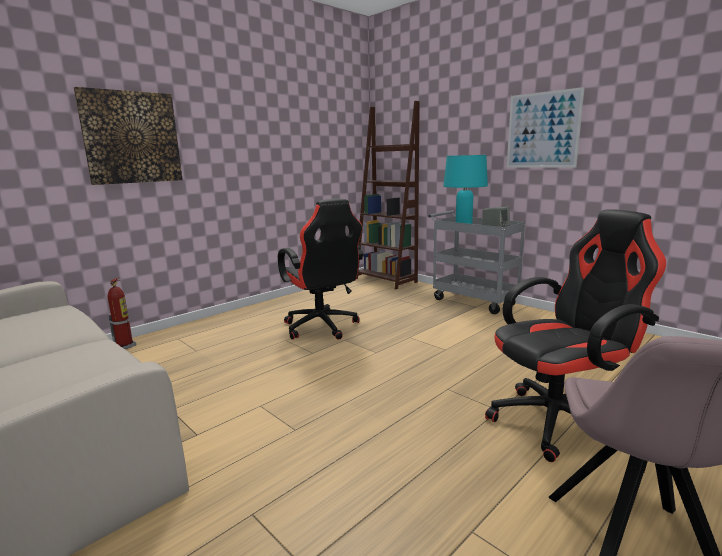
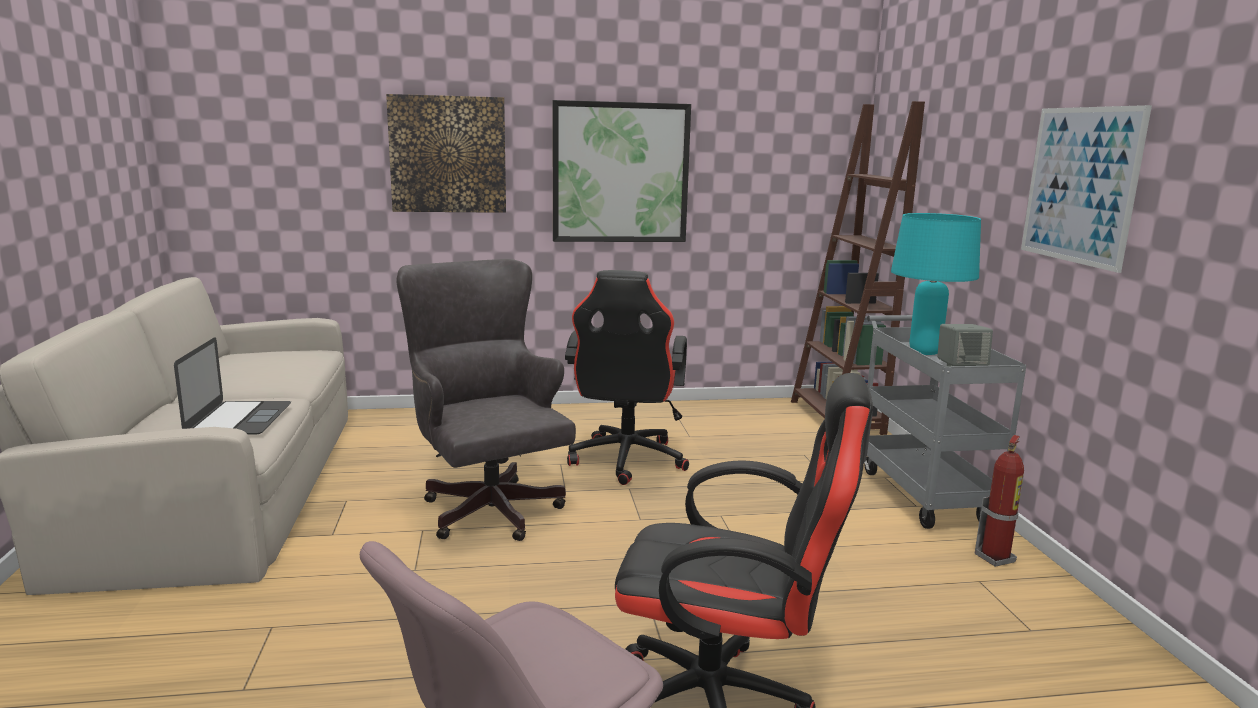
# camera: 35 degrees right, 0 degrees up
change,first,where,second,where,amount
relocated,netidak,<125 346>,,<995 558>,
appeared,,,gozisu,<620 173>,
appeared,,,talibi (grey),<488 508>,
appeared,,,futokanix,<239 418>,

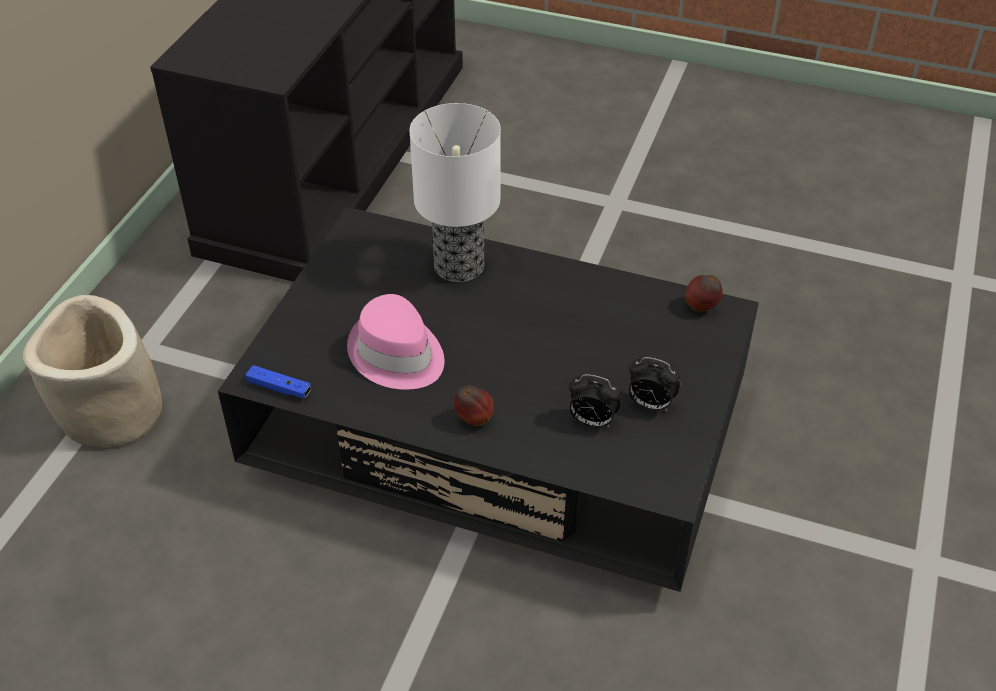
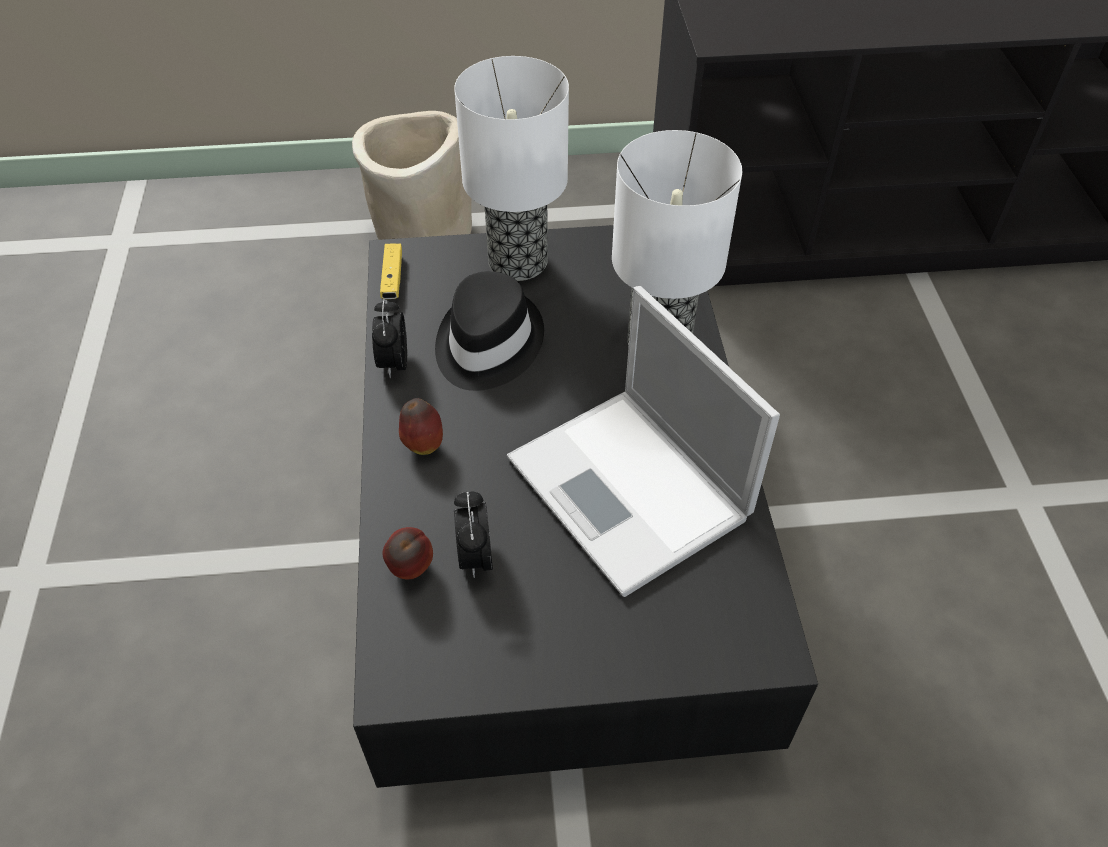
# camera: 65 degrees right, 5 degrees up
change,first,where,second,where,amount
relocated,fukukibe,<701 308>,,<410 569>,
colour,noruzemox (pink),<396 355>,noruzemox (black),<486 344>,
relocated,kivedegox,<650 405>,,<393 363>,
colour,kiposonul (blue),<279 388>,kiposonul (yellow),<392 278>,
appeared,,,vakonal,<517 263>,
appeared,,,futokanix,<631 490>,

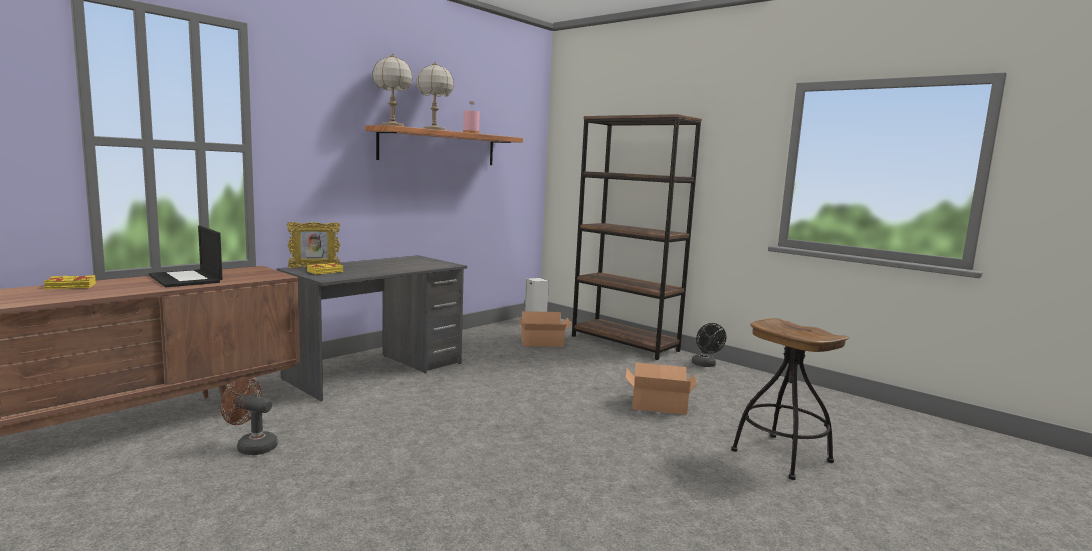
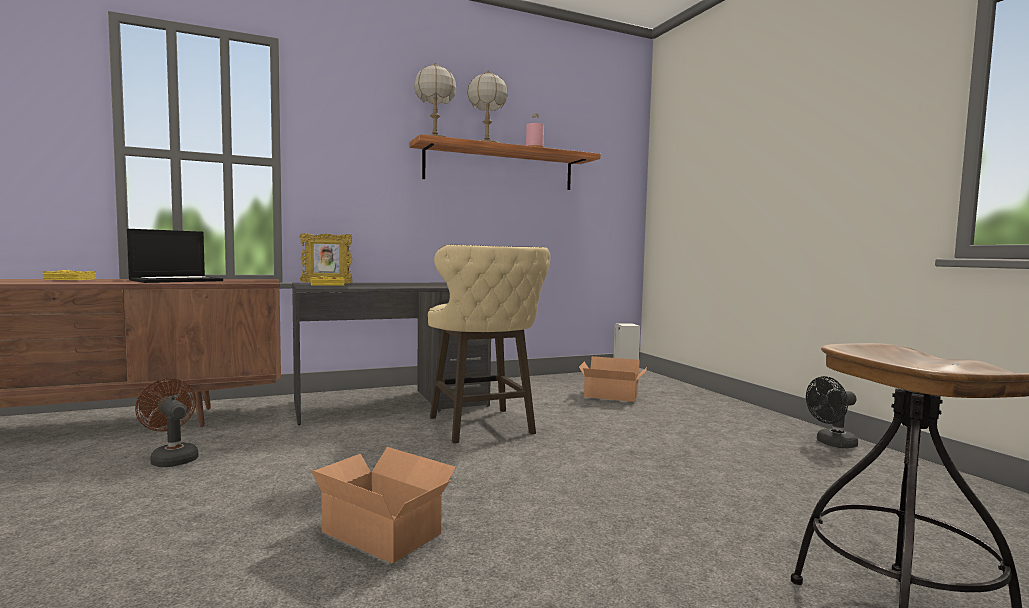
# camera: 25 degrees right, 5 degrees down
change,first,where,second,where,amount
missing,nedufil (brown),<624 343>,,,
spun,futokanix,<186 279>,,<177 280>,120 degrees counterclockwise
spun,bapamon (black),<705 365>,,<831 443>,60 degrees clockwise
relocated,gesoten,<657 404>,,<383 530>,
appeared,,,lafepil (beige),<482 427>,

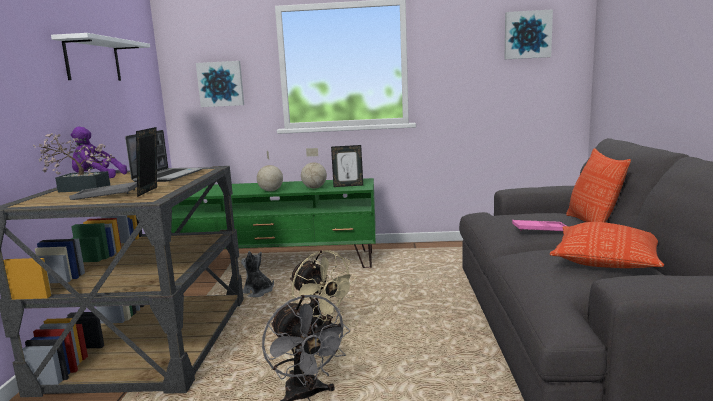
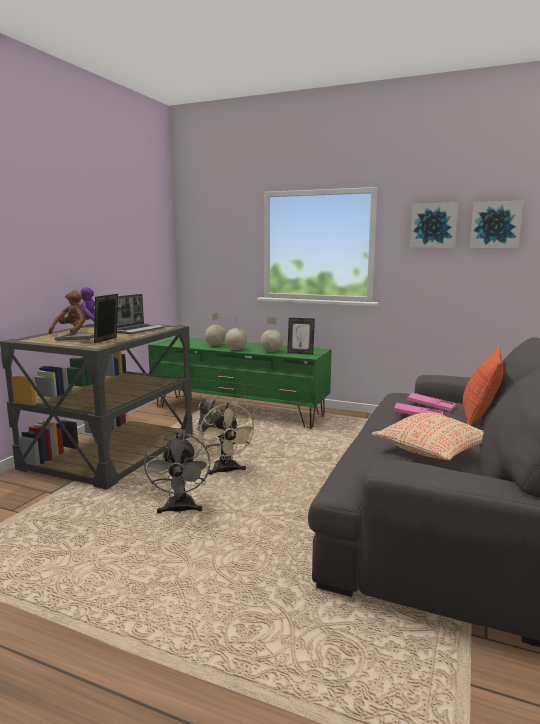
# camera: 20 degrees right, 0 degrees up
change,first,where,second,where,amount
missing,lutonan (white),<93 60>,,,
relocated,gozisu,<221 84>,,<433 225>,
exchanged,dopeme,<79 189>,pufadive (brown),<72 332>,
colour,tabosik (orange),<606 261>,tabosik (beige),<432 450>,
appeared,,,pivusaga,<216 345>,
appeared,,,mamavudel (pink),<430 405>,

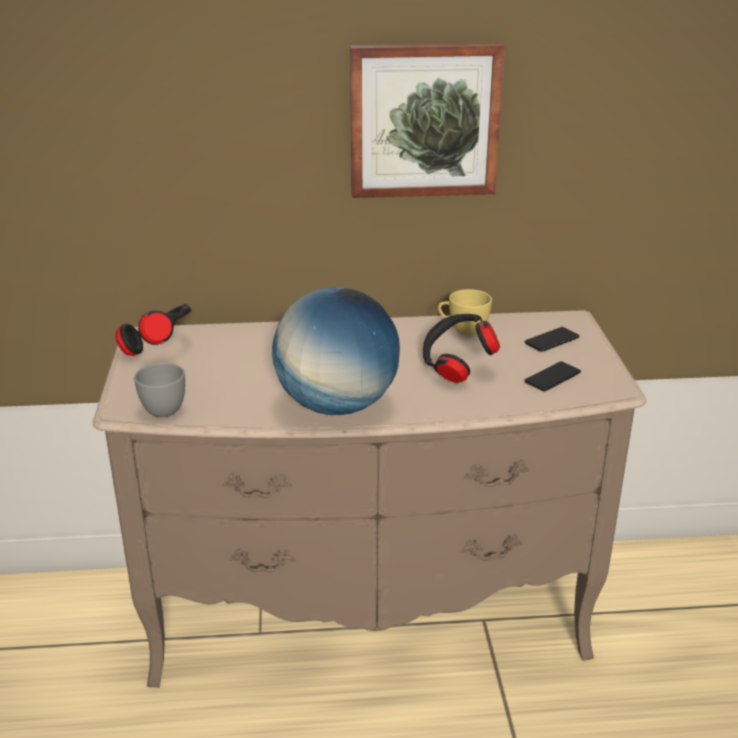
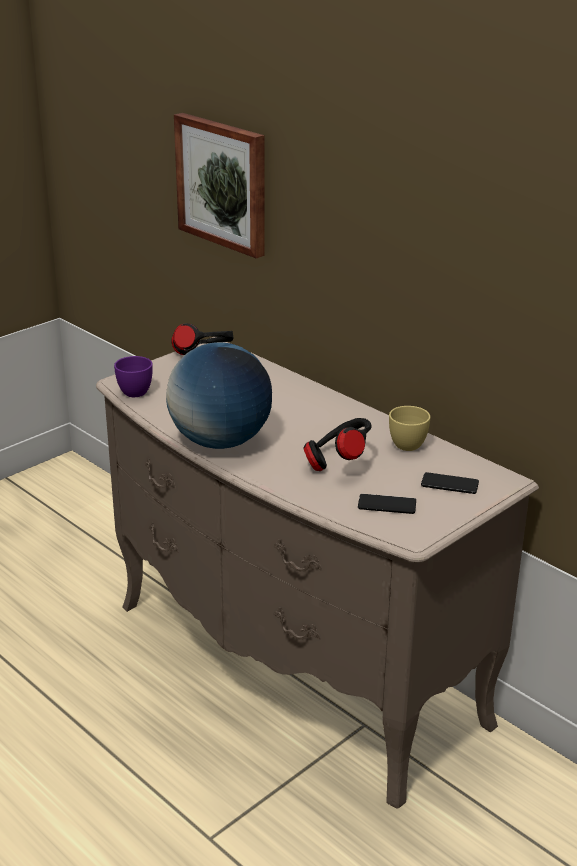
# camera: 50 degrees right, 0 degrees up
change,first,where,second,where,amount
relocated,gozisu,<424 120>,,<223 183>,
colour,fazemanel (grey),<159 408>,fazemanel (purple),<135 390>,

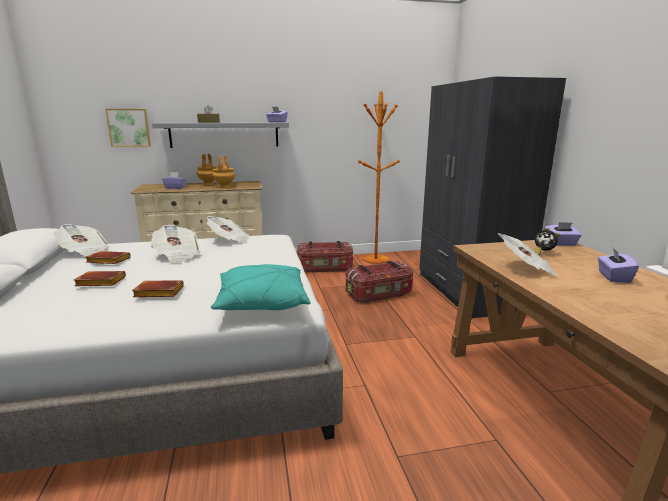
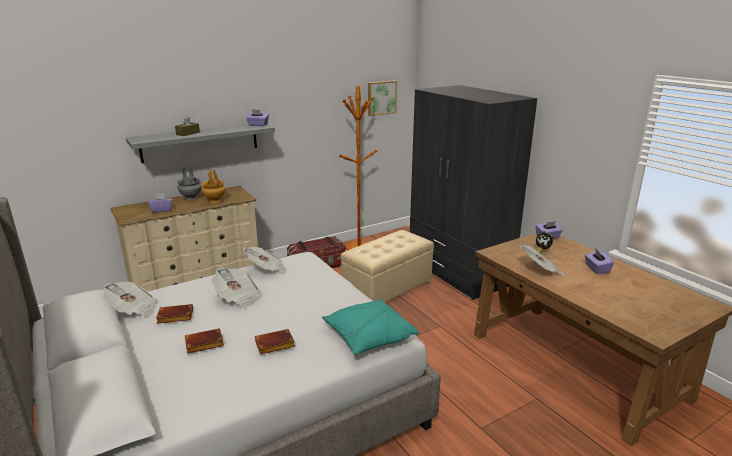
# camera: 20 degrees left, 5 degrees up
change,first,where,second,where,amount
relocated,gozisu,<129 127>,,<381 97>,
colour,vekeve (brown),<209 184>,vekeve (grey),<191 198>,
exchanged,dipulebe,<379 295>,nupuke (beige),<387 289>,

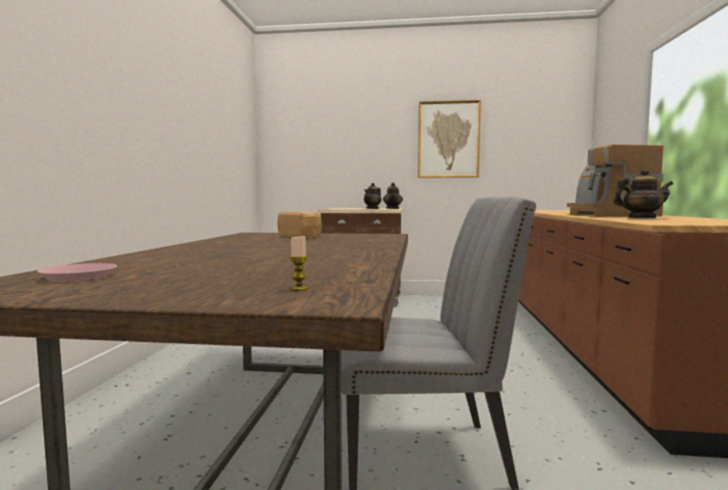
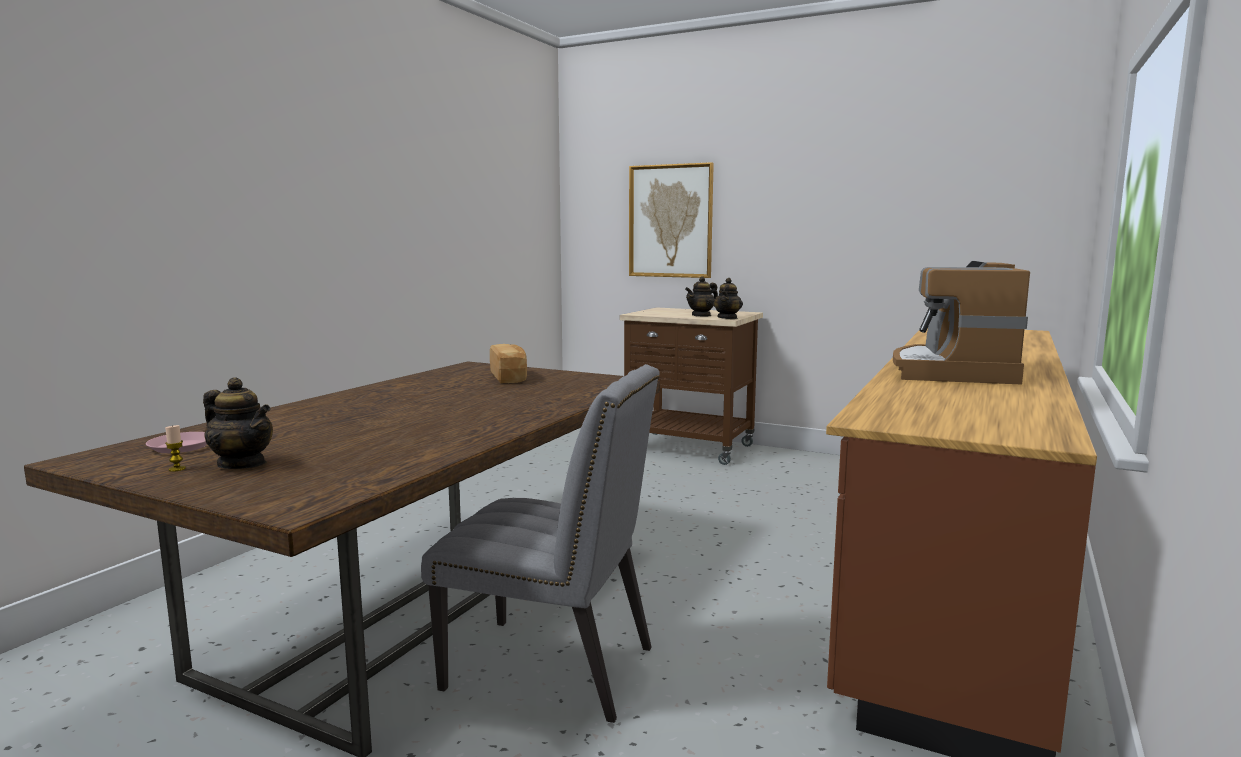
# camera: 20 degrees right, 5 degrees up
change,first,where,second,where,amount
relocated,gozisu,<448 139>,,<670 221>,
relocated,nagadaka,<641 218>,,<242 464>,
relocated,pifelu,<299 288>,,<177 469>,

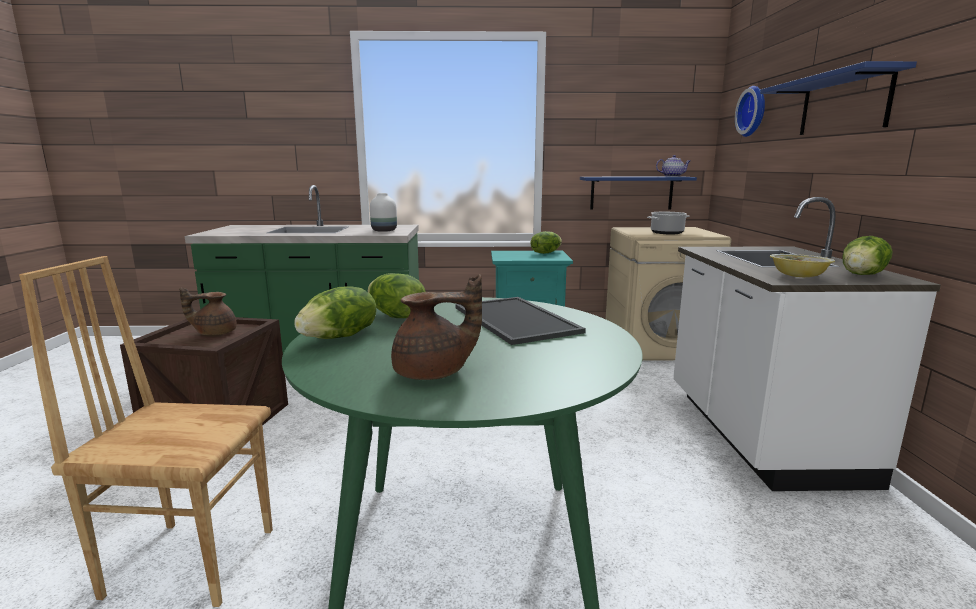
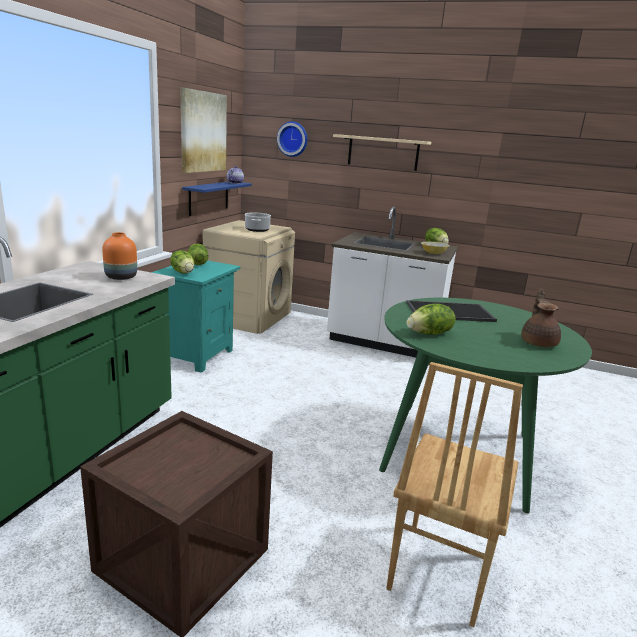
# camera: 70 degrees left, 5 degrees up
change,first,where,second,where,amount
colour,lutonan (blue),<843 104>,lutonan (beige),<383 152>,
colour,vekeve (white),<384 230>,vekeve (orange),<120 277>,
relocated,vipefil,<340 337>,,<183 272>,
missing,nagadaka (brown),<215 333>,,,
appeared,,,gozisu,<203 132>,

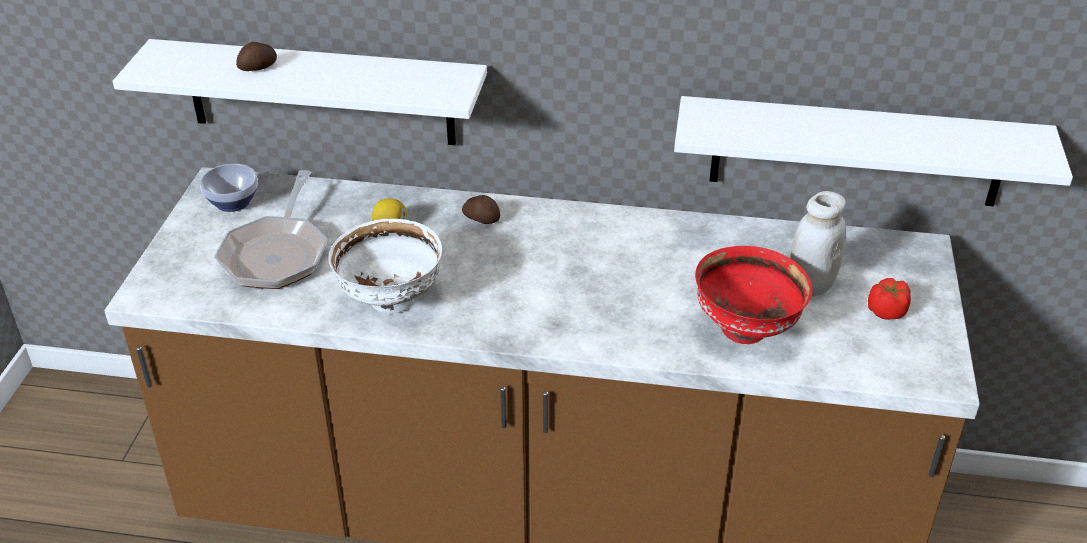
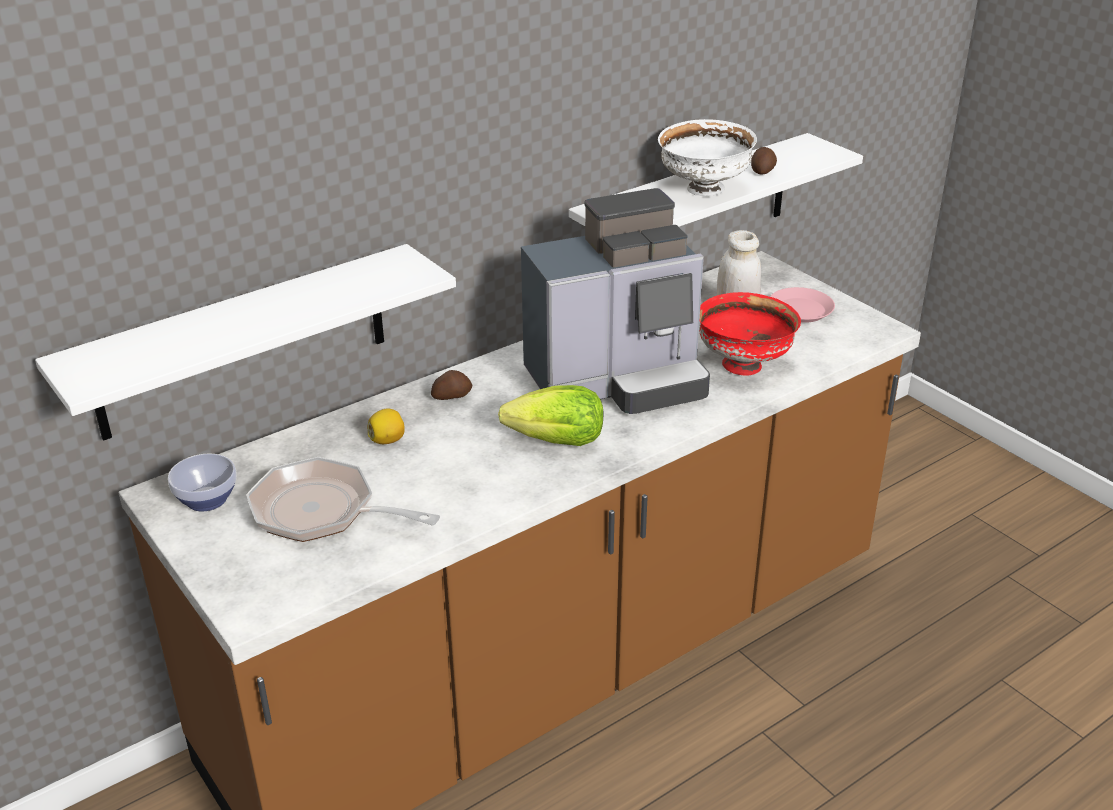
# camera: 45 degrees left, 5 degrees down
change,first,where,second,where,amount
relocated,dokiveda,<258 68>,,<763 171>,
spun,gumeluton,<277 254>,,<322 512>,150 degrees clockwise
relocated,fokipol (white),<390 301>,,<704 190>,
exchanged,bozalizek,<887 311>,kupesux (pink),<800 310>,
appeared,,,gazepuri,<618 381>,
appeared,,,vipefil,<558 441>,

